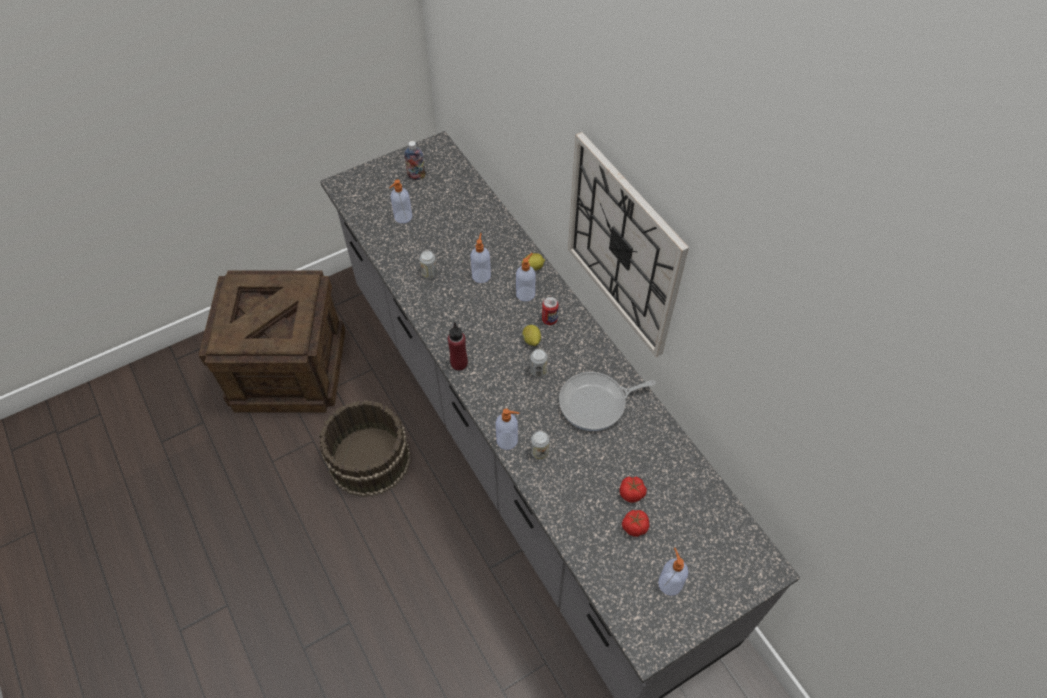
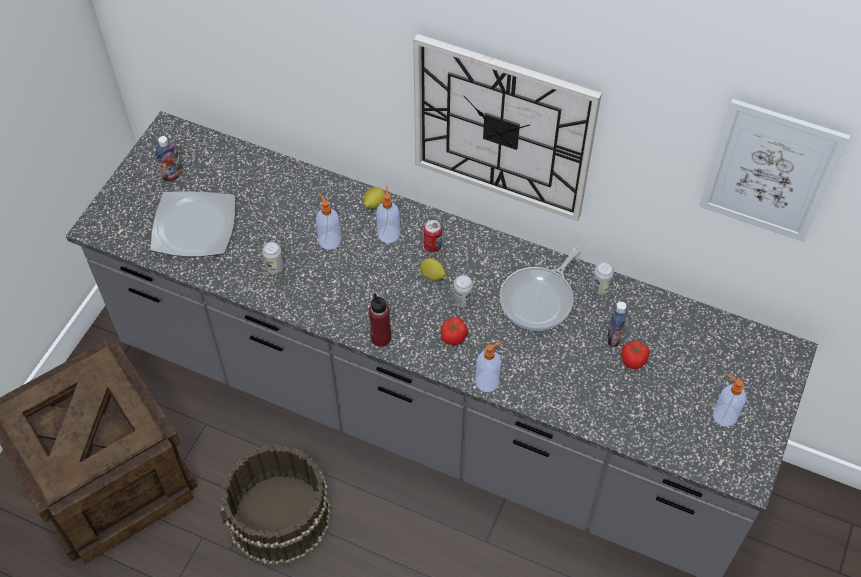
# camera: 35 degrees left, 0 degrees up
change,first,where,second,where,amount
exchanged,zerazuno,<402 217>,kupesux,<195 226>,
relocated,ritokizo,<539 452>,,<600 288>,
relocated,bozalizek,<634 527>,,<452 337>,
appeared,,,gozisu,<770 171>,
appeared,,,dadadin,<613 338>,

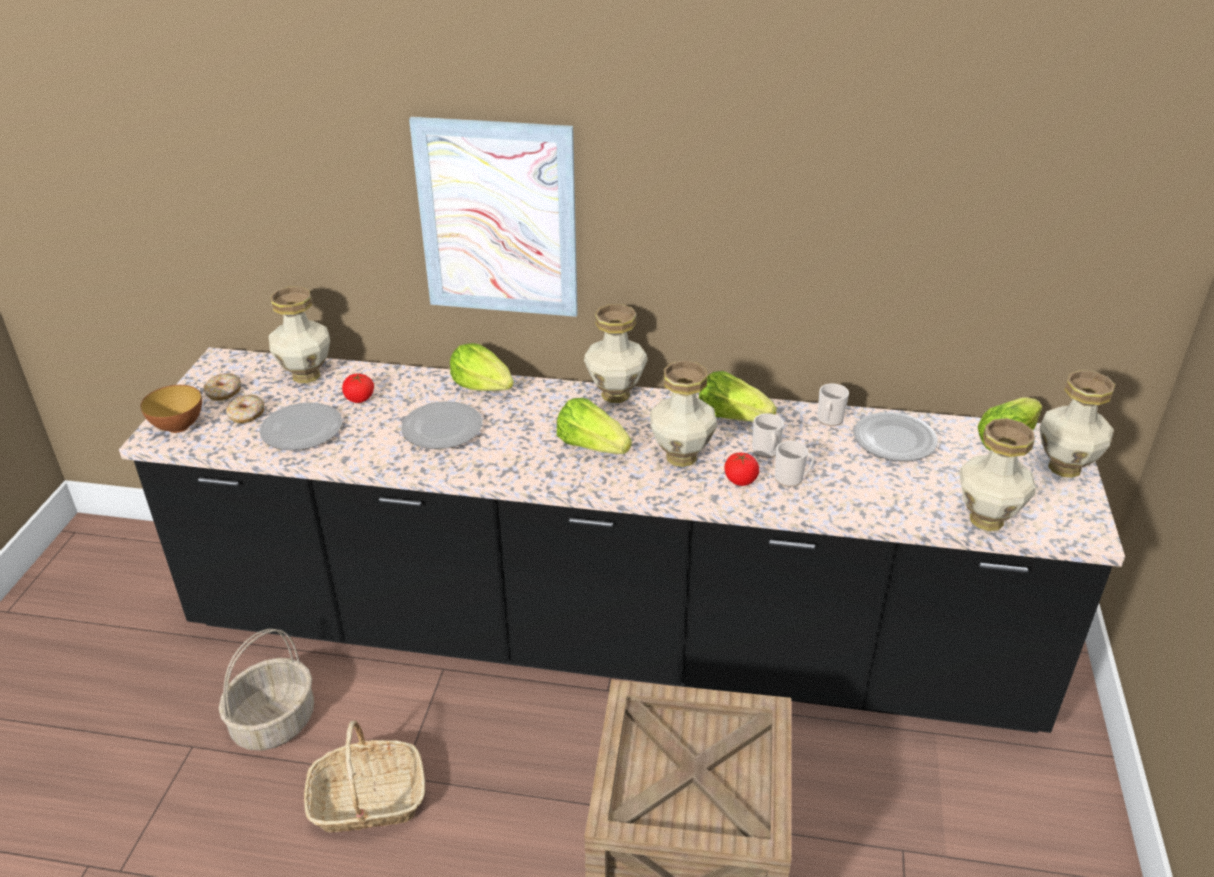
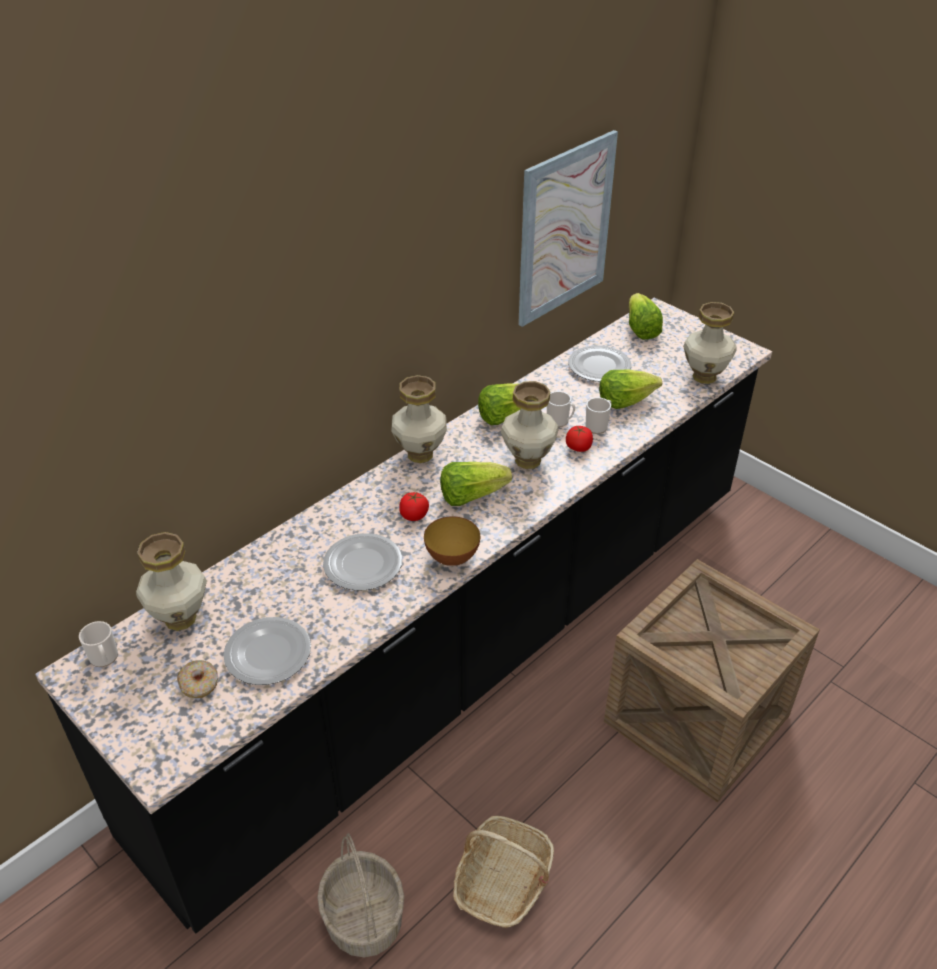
# camera: 55 degrees left, 5 degrees up
change,first,where,second,where,amount
relocated,gozisu,<498 219>,,<565 229>,
relocated,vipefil,<483 386>,,<625 400>,
missing,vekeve,<1064 468>,,,
missing,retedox,<224 393>,,,
relocated,bozalizek,<359 398>,,<414 515>,
relocated,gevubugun,<829 420>,,<104 659>,
relocated,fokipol,<178 427>,,<452 558>,

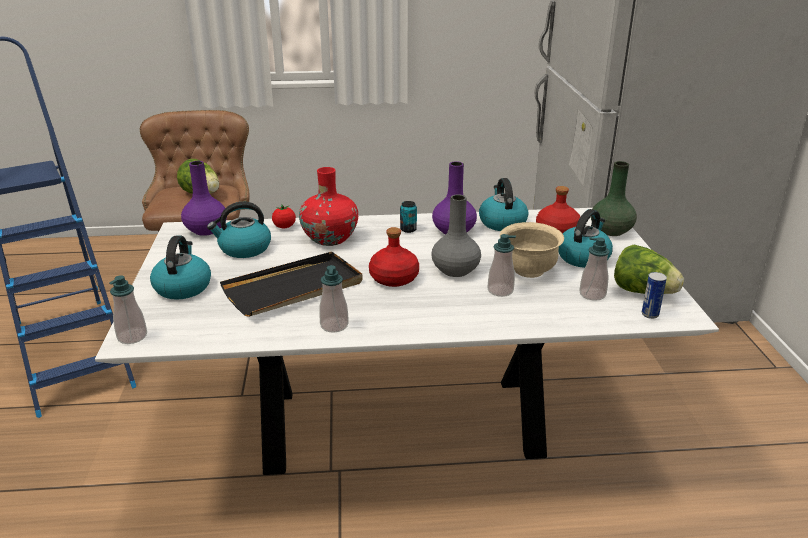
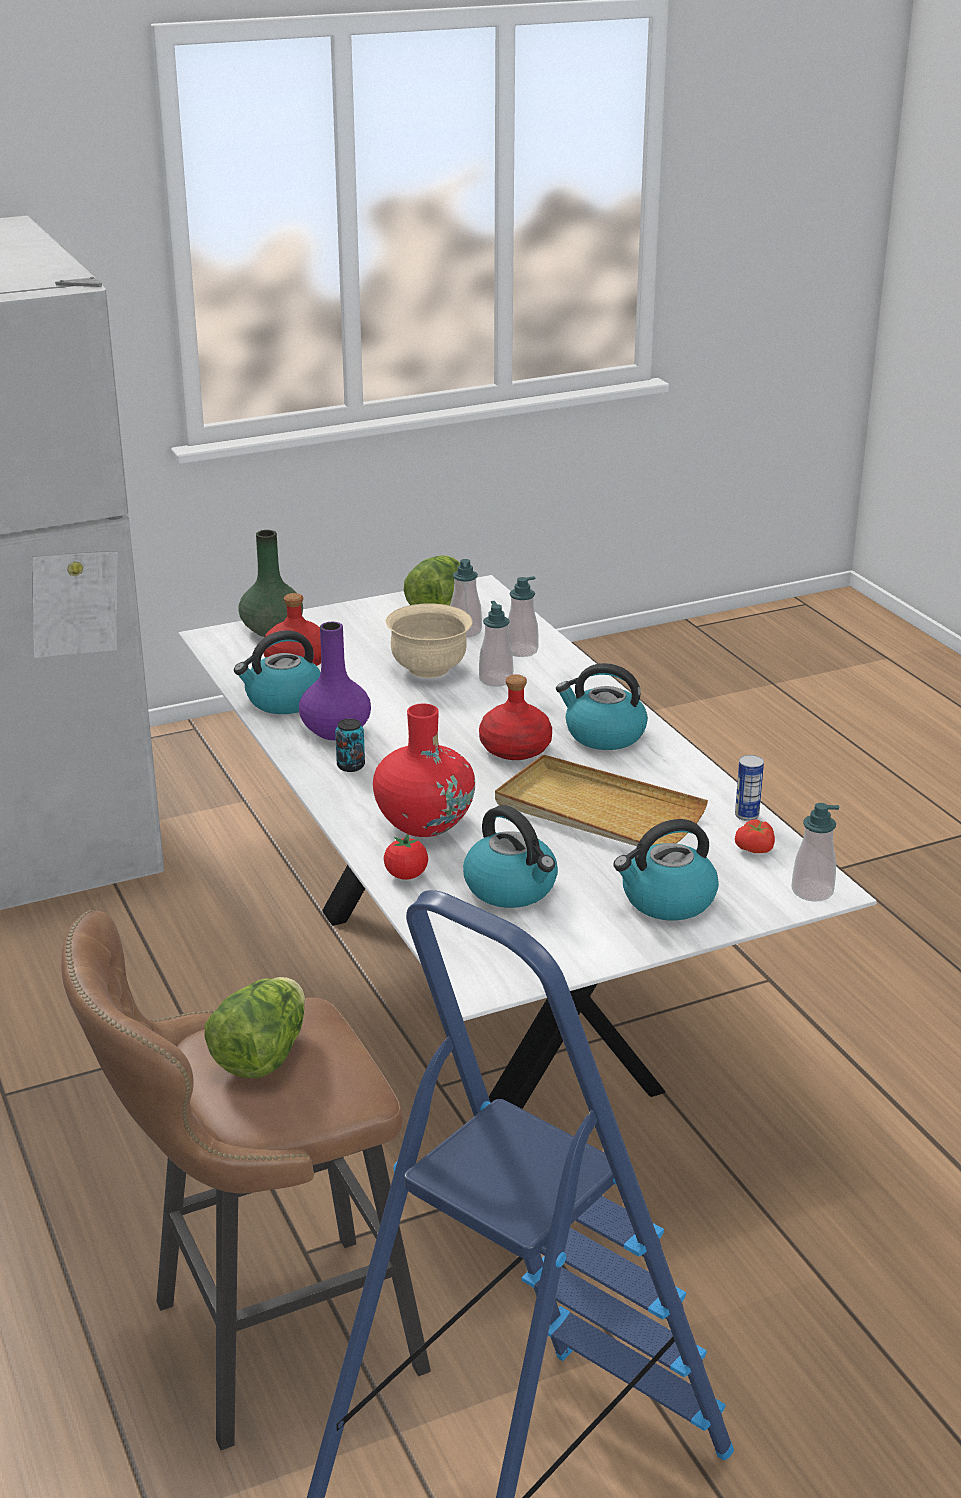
# camera: 110 degrees left, 0 degrees up
change,first,where,second,where,amount
missing,vekeve (purple),<205 230>,,,
missing,vekeve (grey),<456 270>,,,
relocated,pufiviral,<583 257>,,<603 735>,
colour,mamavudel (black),<294 288>,mamavudel (beige),<597 811>,
relocated,zerazuno,<334 325>,,<521 651>,
relocated,ritokizo,<650 314>,,<746 815>,
appeared,,,bozalizek,<755 849>,

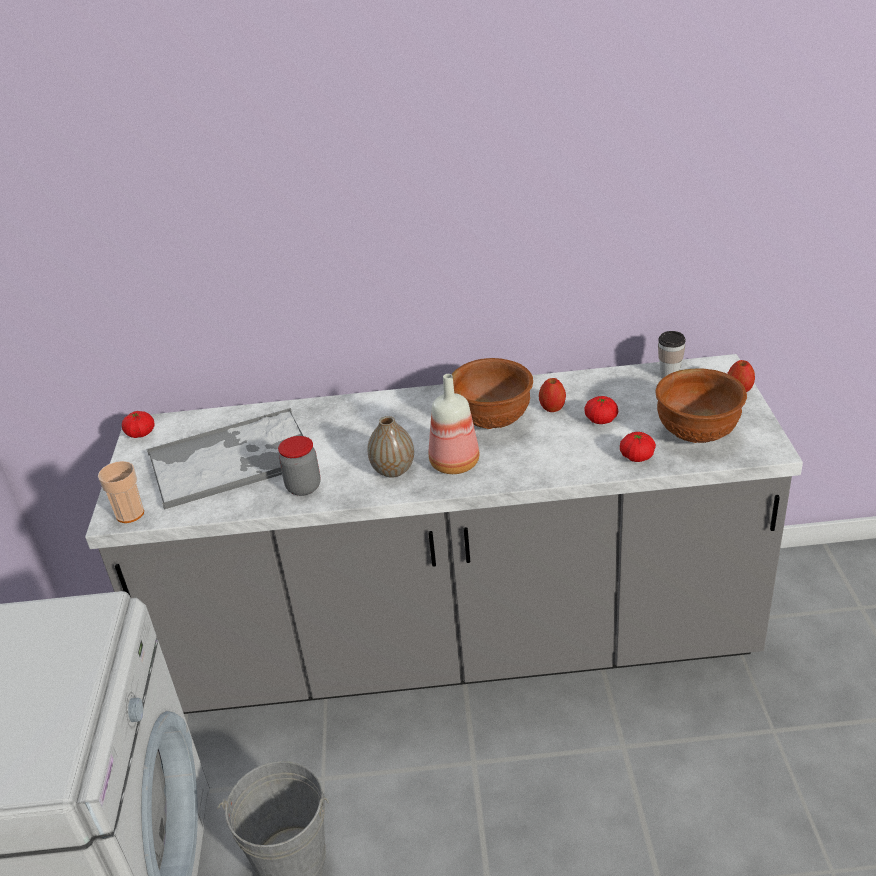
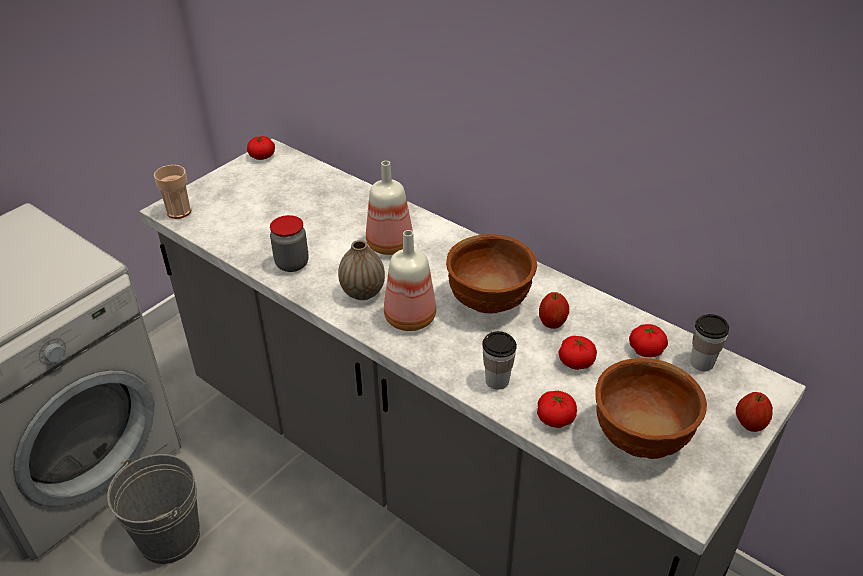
# camera: 40 degrees right, 5 degrees up
change,first,where,second,where,amount
missing,mamavudel,<233 459>,,,
appeared,,,dadadin,<389 244>,
appeared,,,bozalizek,<646 350>,
appeared,,,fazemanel,<497 381>,

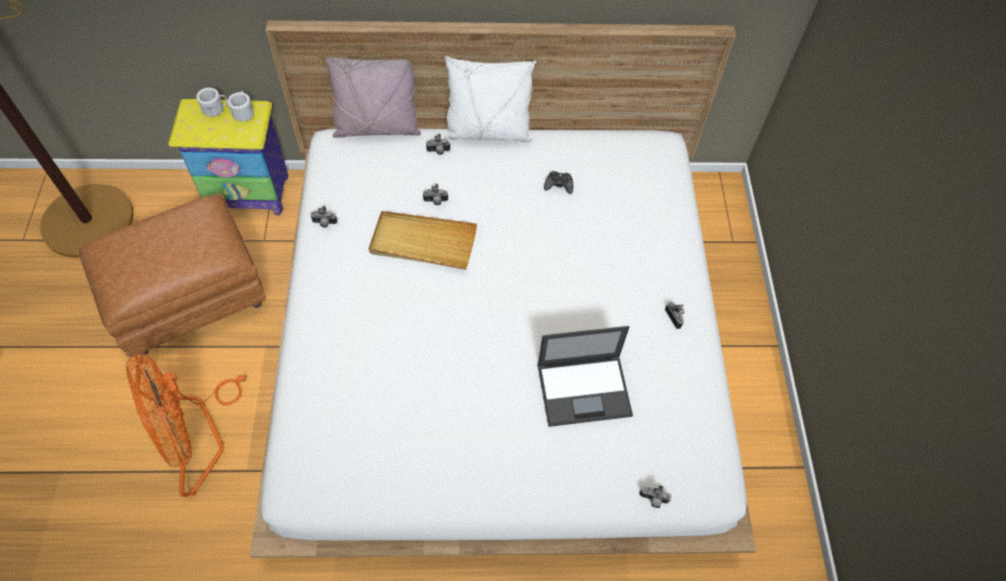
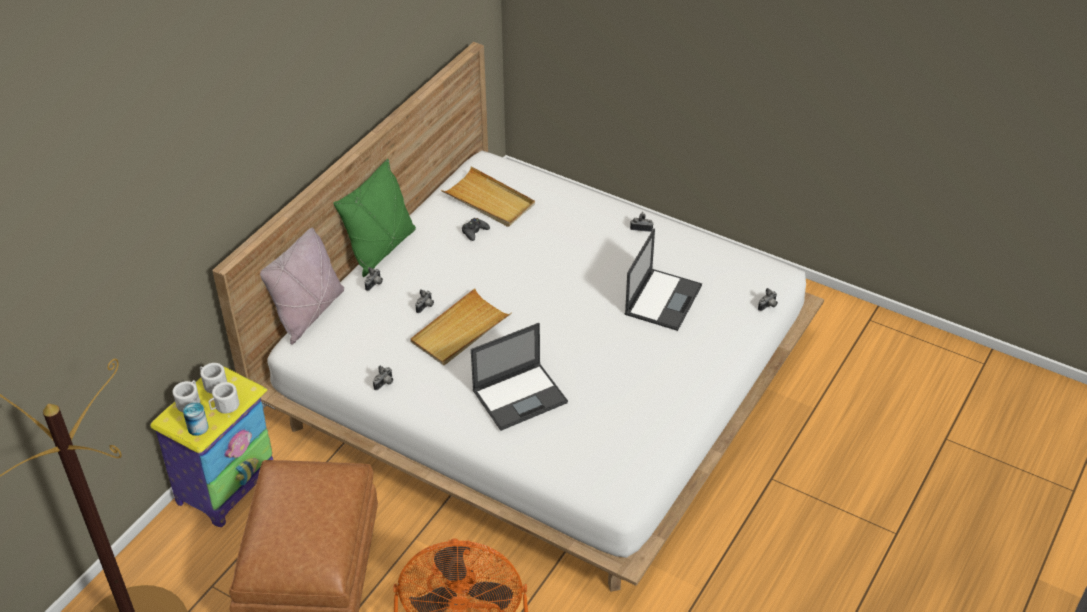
# camera: 55 degrees left, 15 degrees down
change,first,where,second,where,amount
colour,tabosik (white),<488 132>,tabosik (green),<381 249>,
appeared,,,mamavudel (beige),<489 200>,
appeared,,,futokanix,<520 396>,
appeared,,,gevubugun (white),<224 406>,
appeared,,,ritokizo,<198 428>,

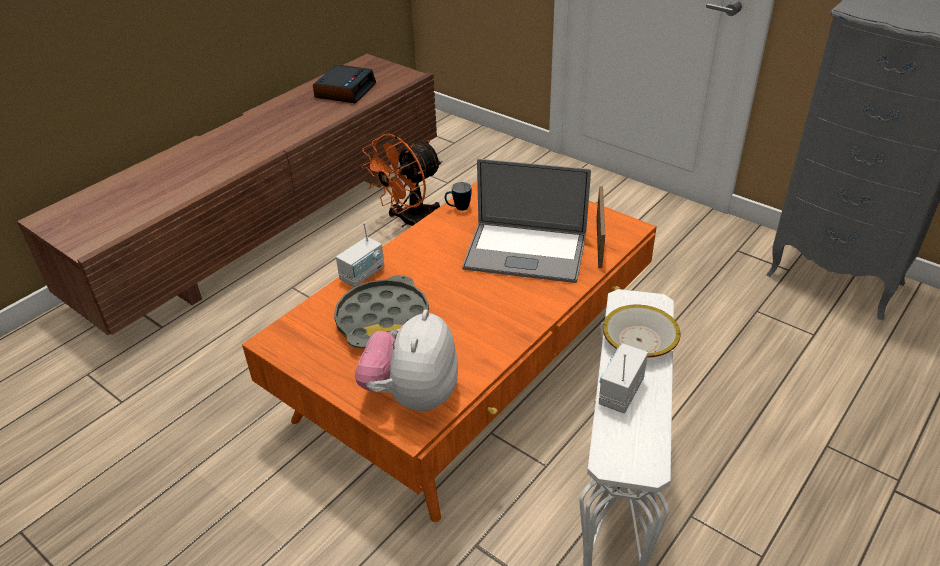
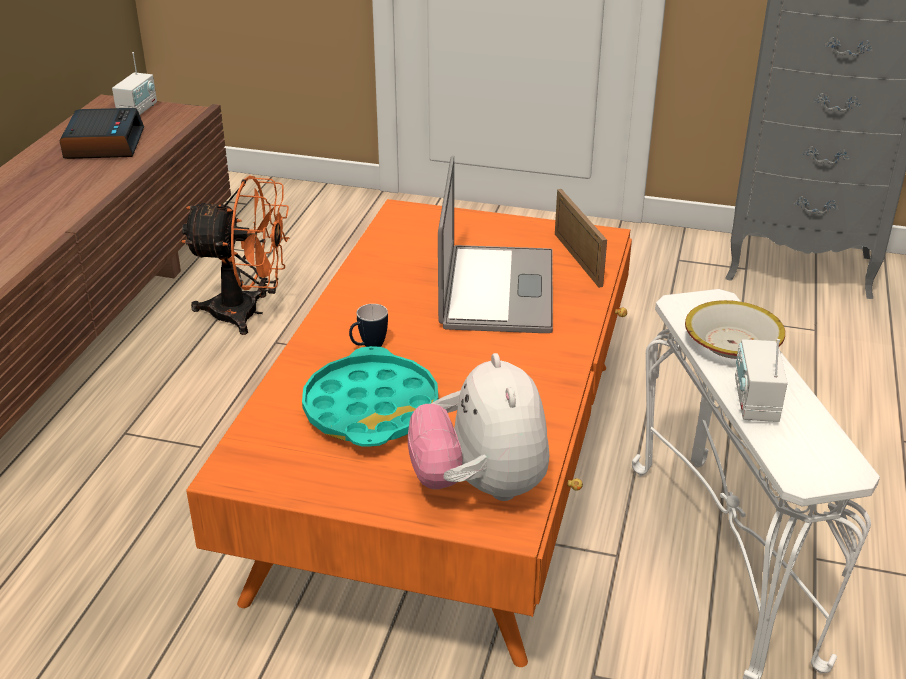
# camera: 25 degrees left, 5 degrees down
change,first,where,second,where,amount
spun,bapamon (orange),<409 223>,,<248 313>,105 degrees counterclockwise
spun,futokanix,<525 252>,,<497 289>,75 degrees counterclockwise
relocated,gevubugun,<458 208>,,<368 346>,
relocated,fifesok,<363 275>,,<138 110>,
colour,mamavudel (grey),<383 320>,mamavudel (turquoise),<371 409>,

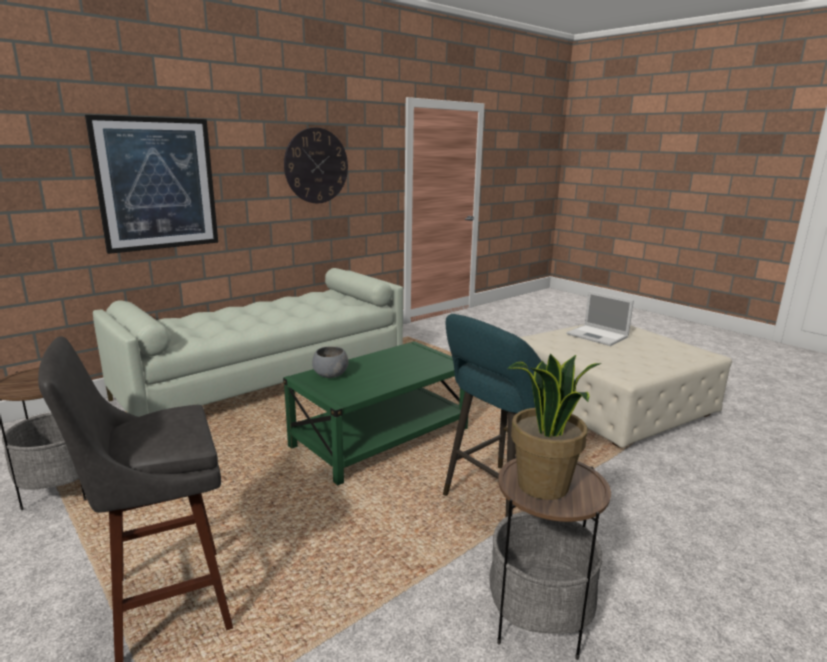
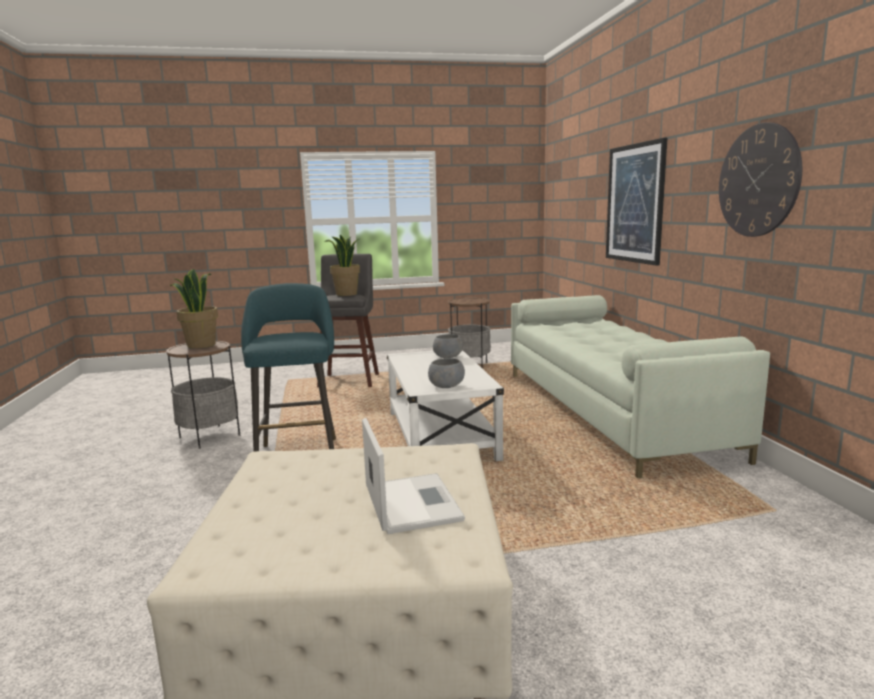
# camera: 120 degrees right, 5 degrees down
change,first,where,second,where,amount
spun,futokanix,<598 336>,,<411 502>,90 degrees clockwise
colour,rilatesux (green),<381 437>,rilatesux (white),<440 435>,
appeared,,,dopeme,<346 294>,
appeared,,,fokipol (grey),<446 386>,

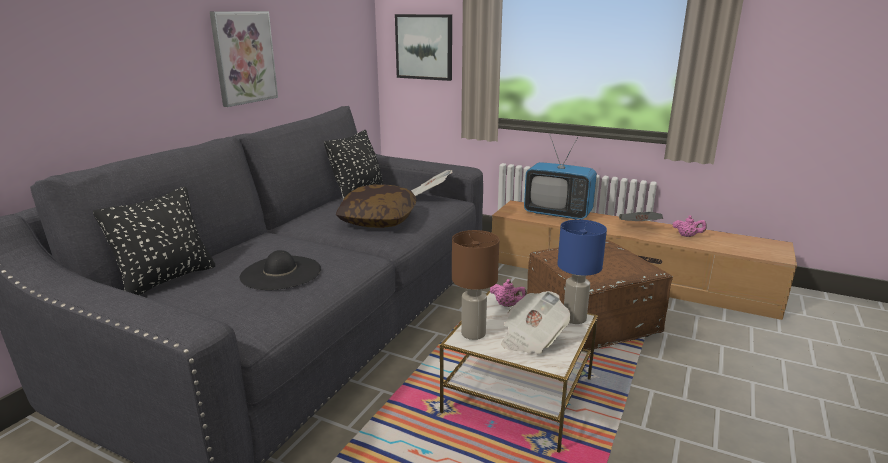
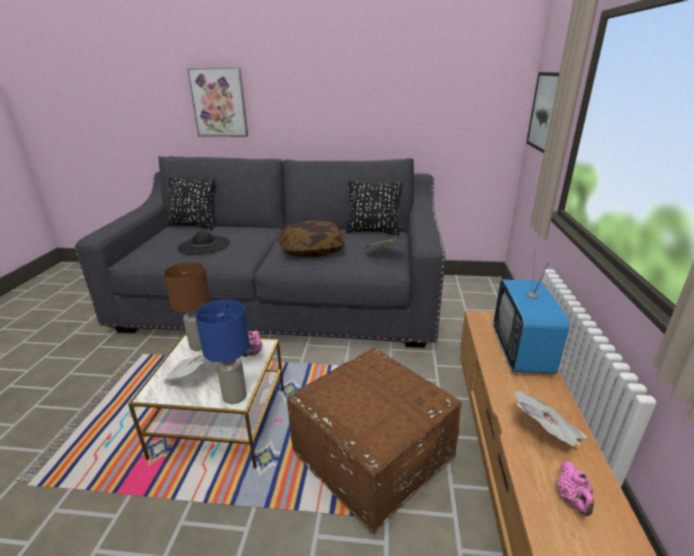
# camera: 70 degrees right, 5 degrees up
change,first,where,second,where,amount
relocated,gozisu,<244 57>,,<219 103>,

